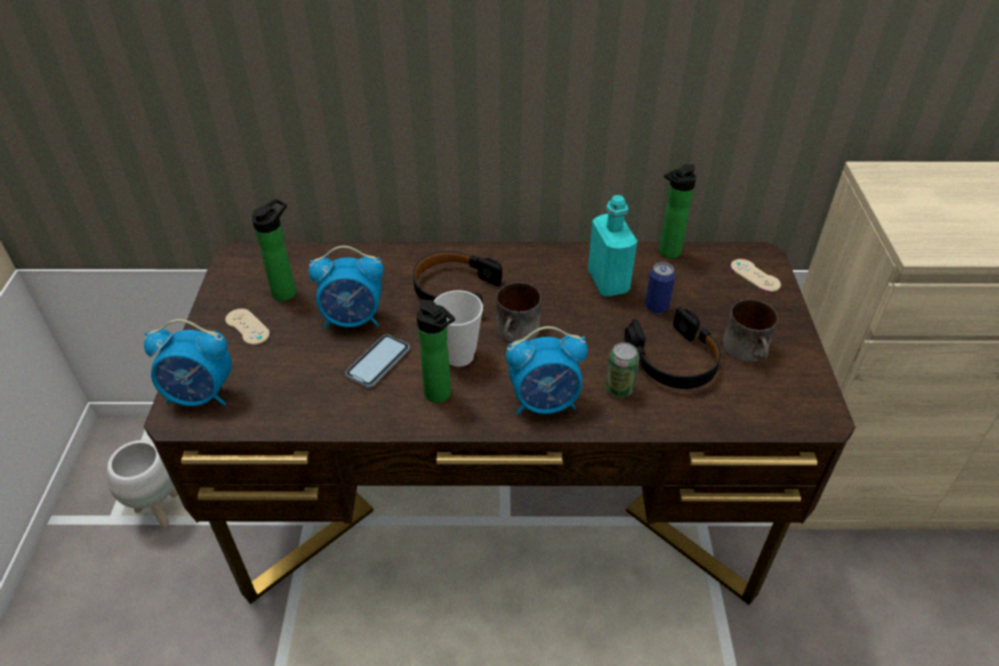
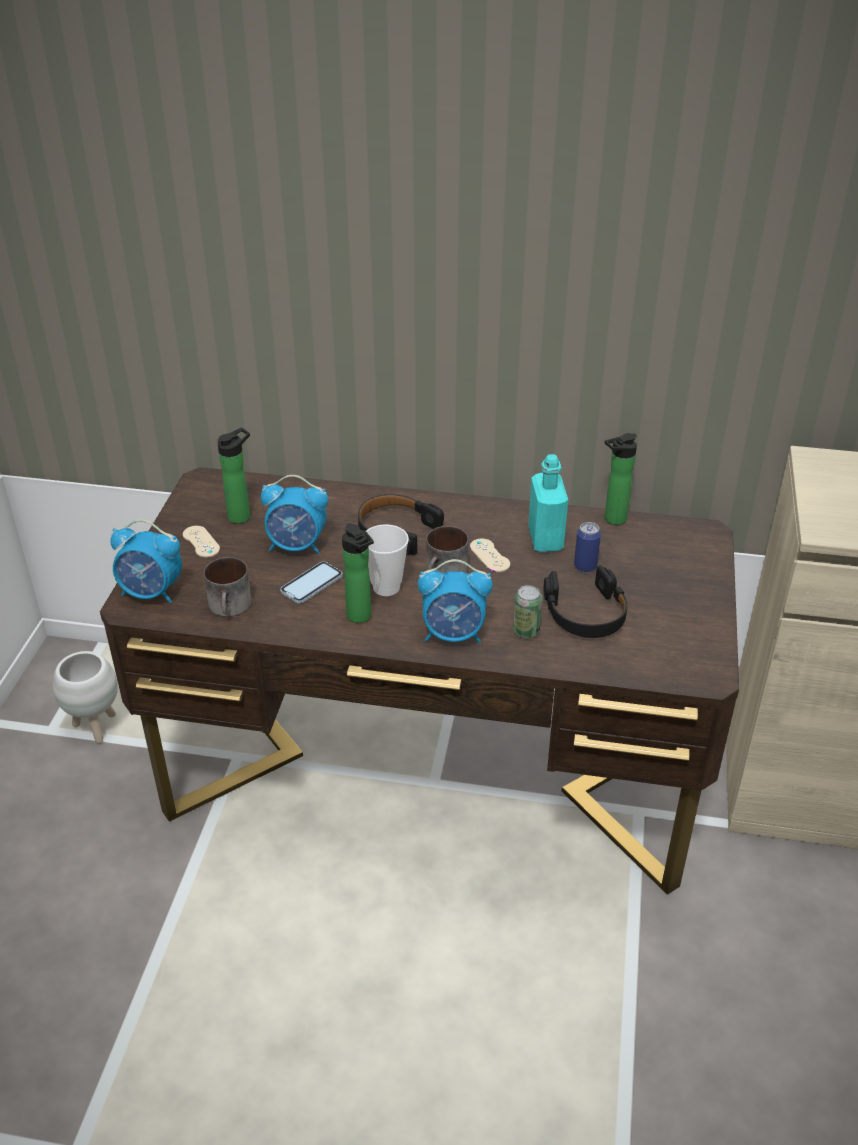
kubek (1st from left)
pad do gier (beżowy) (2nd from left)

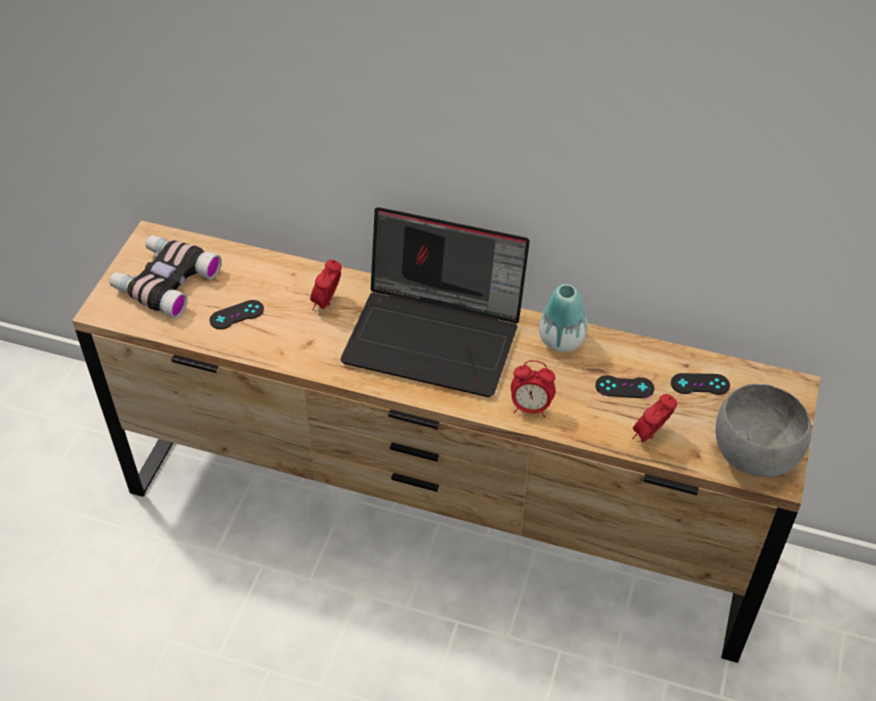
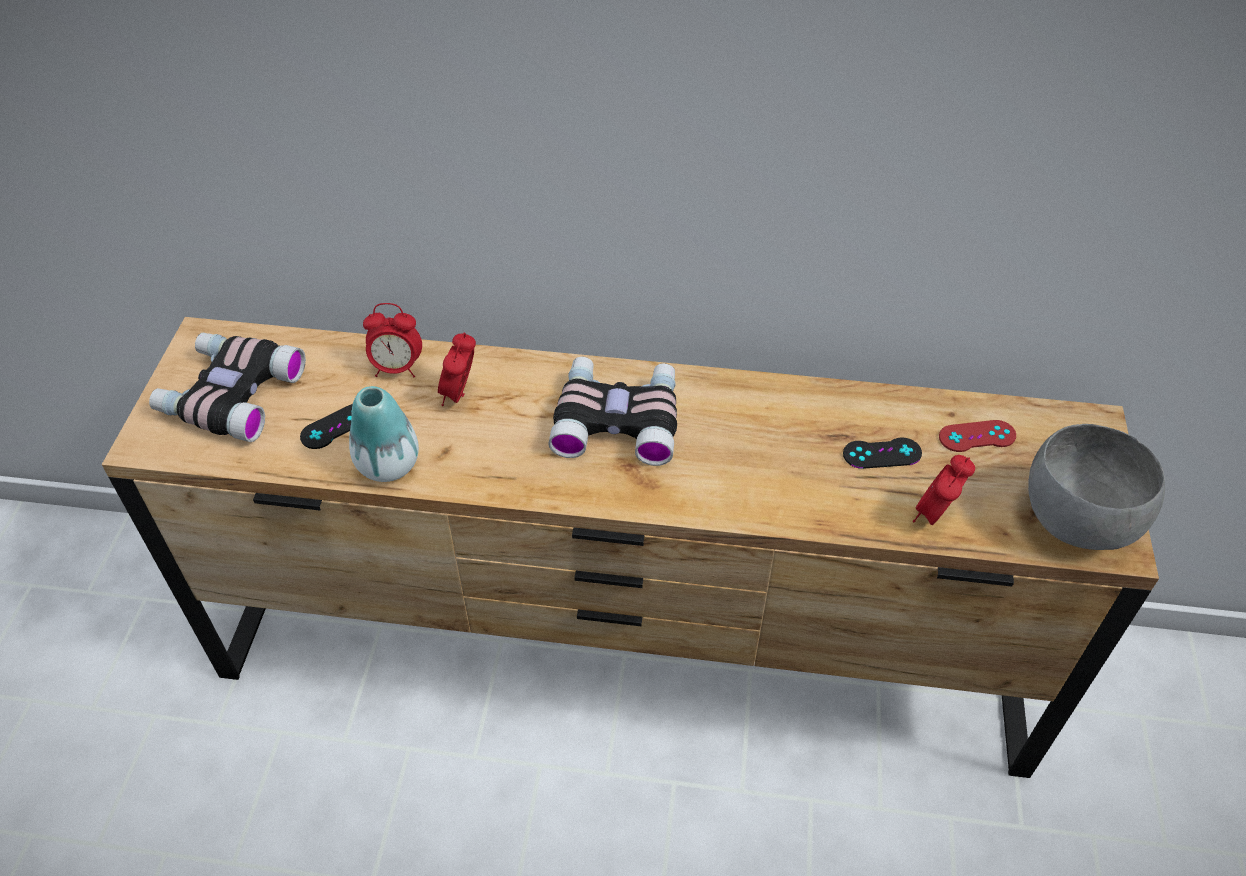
wazon
budzik (1st from left)
lornetka (2nd from left)
pad do gier (czerwony)

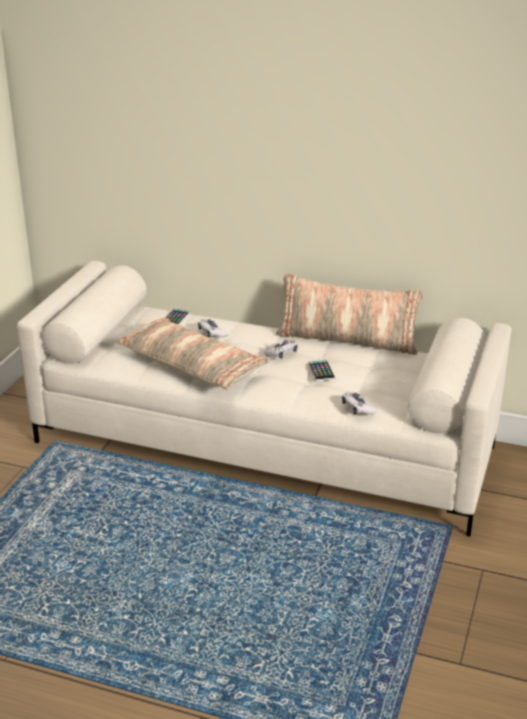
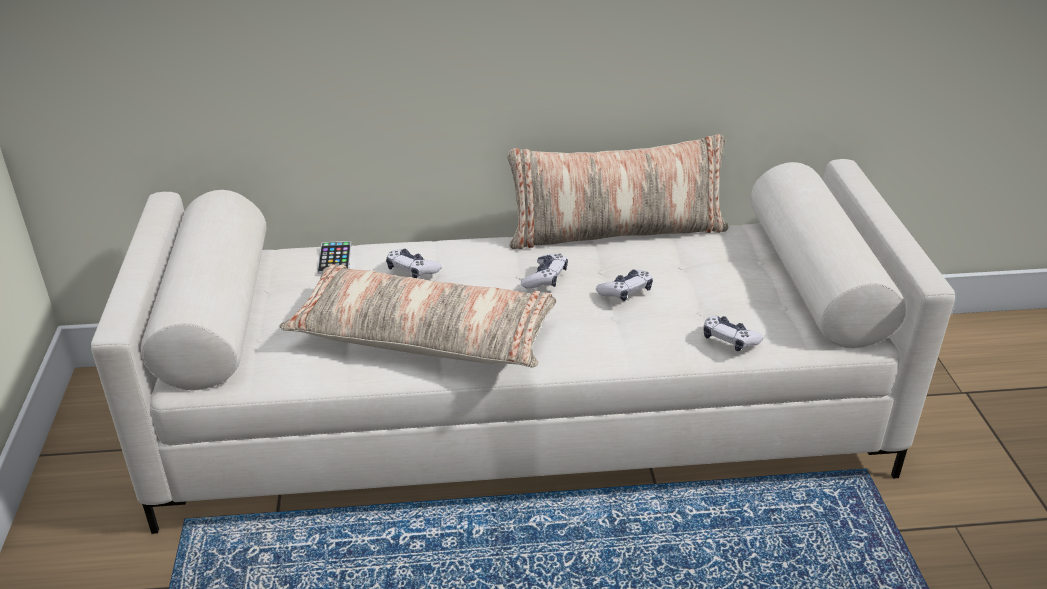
pad do gier (3rd from left)

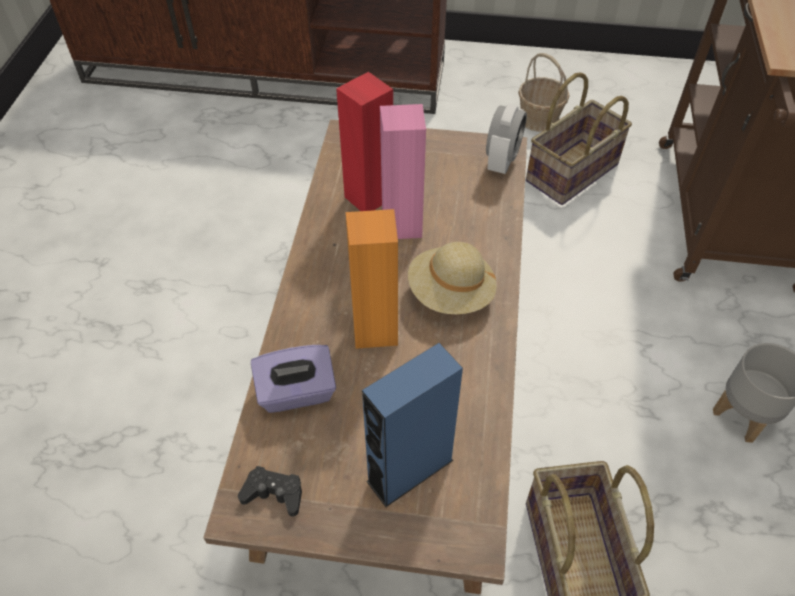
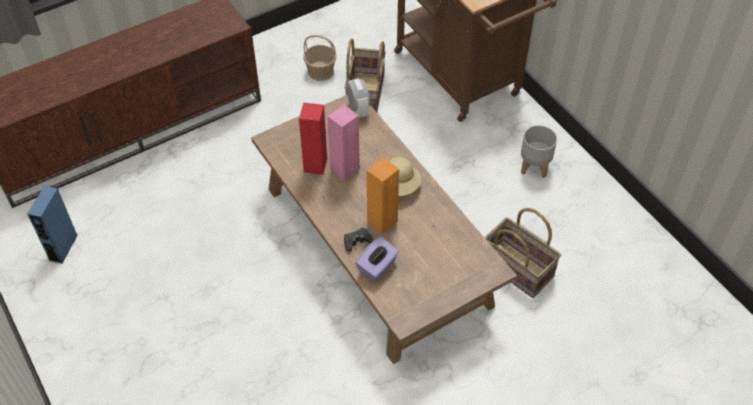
głośnik (niebieski)
pad do gier (czarny)

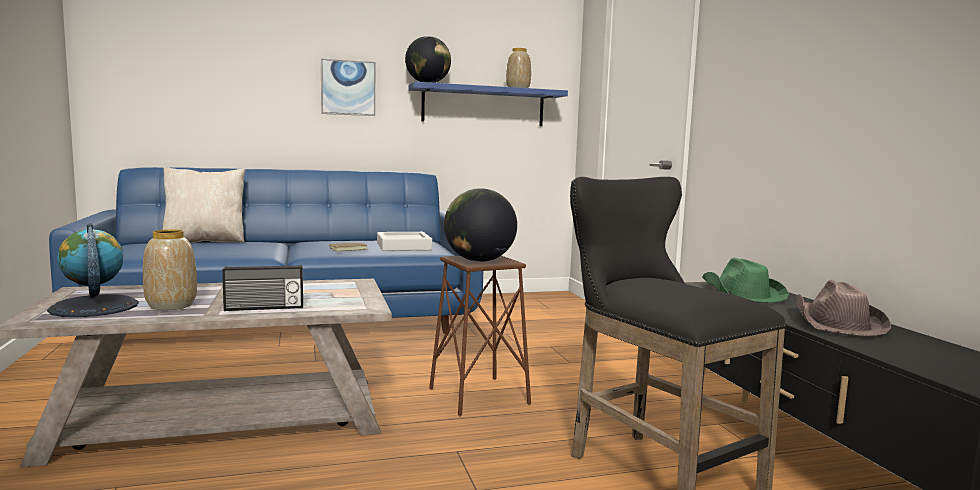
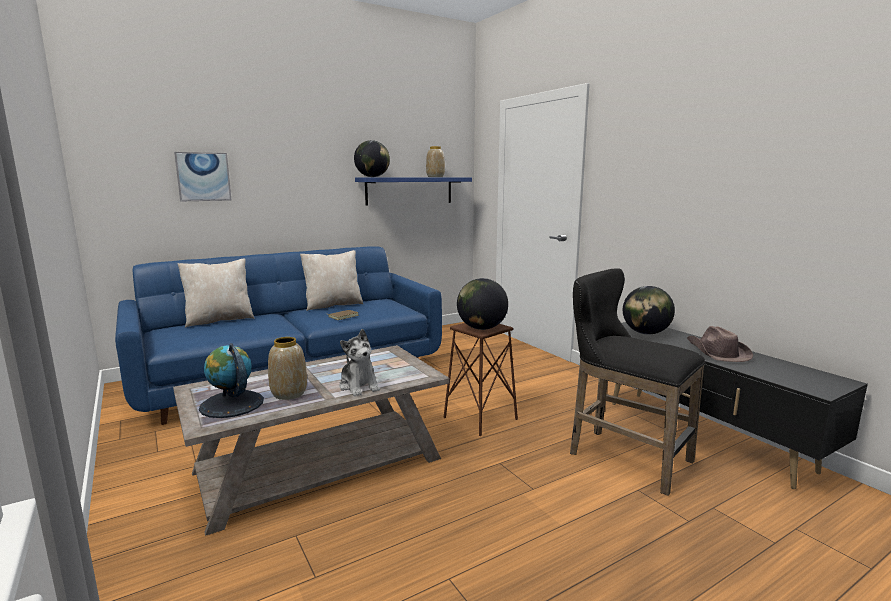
obraz
poduszka (beżowy) (2nd from left)
pluszak
globus (4th from left)
taca (szary)

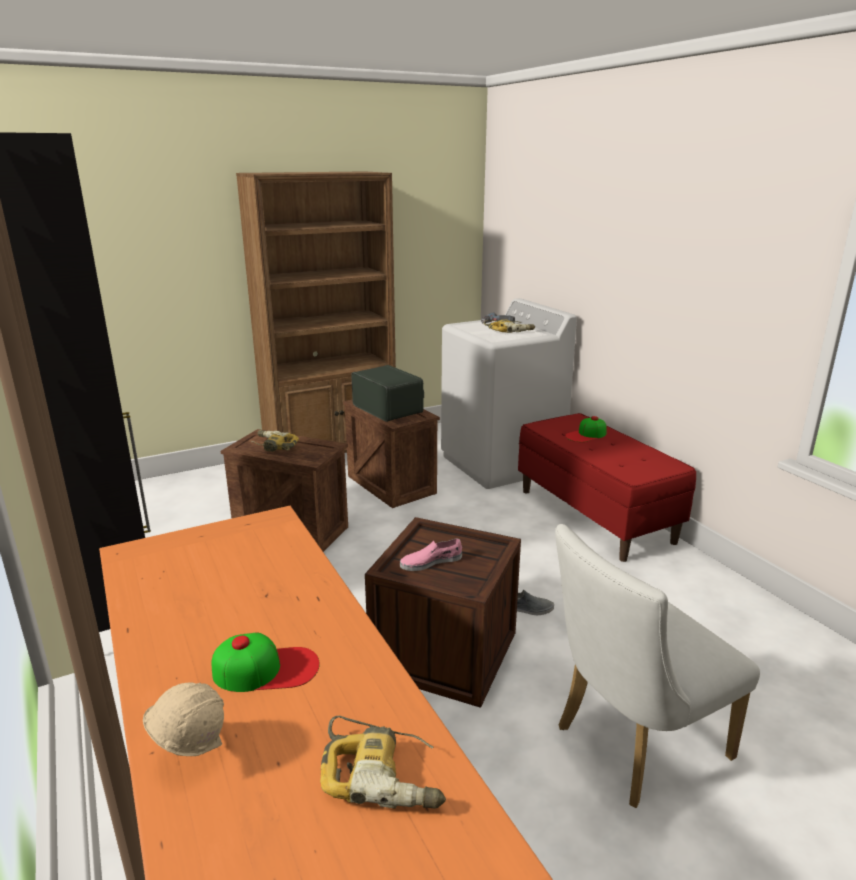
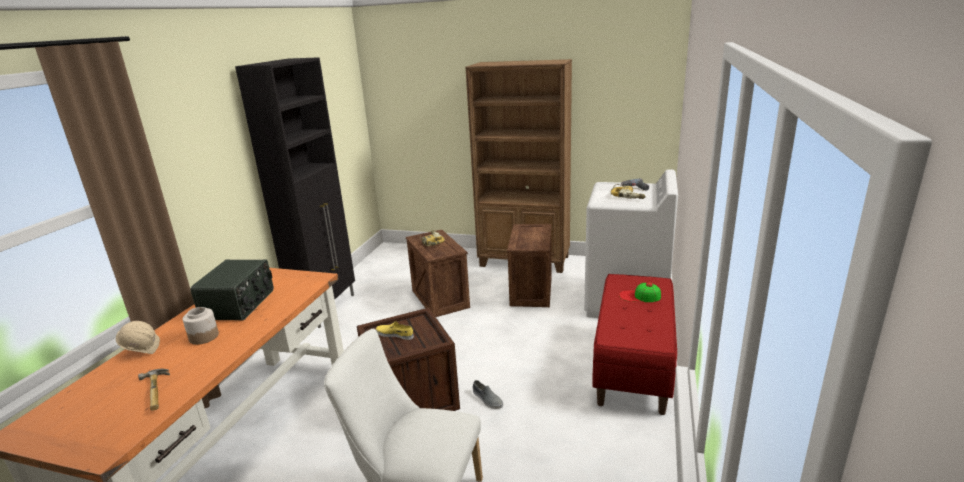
młotek
słoik
radio
but (żółty)

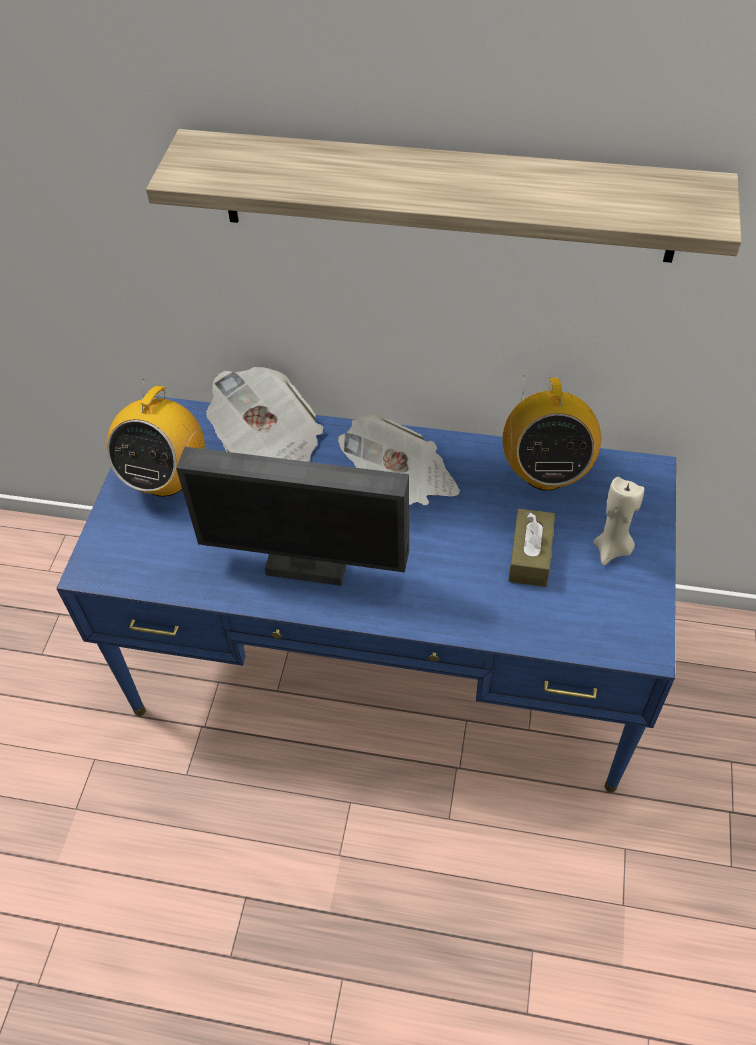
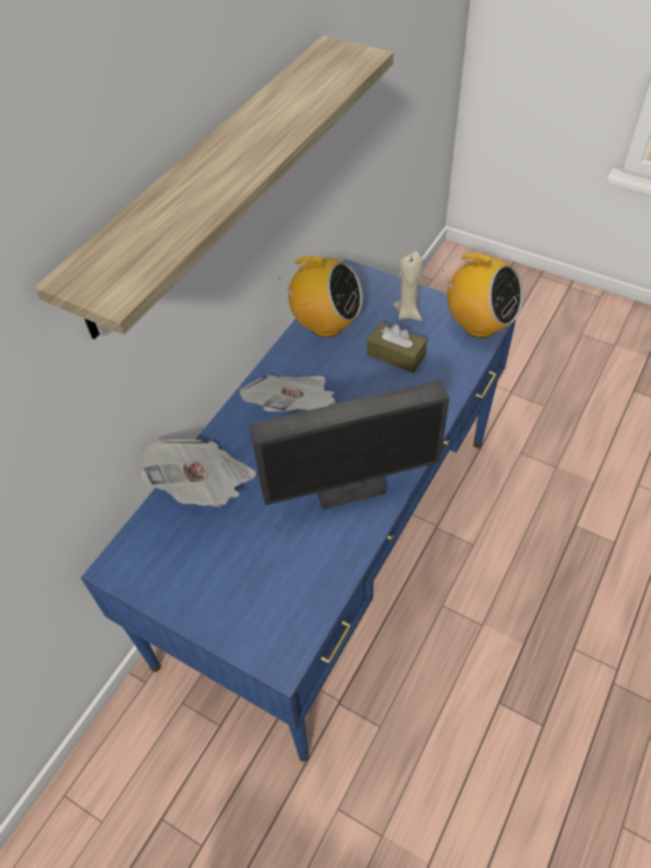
monitor
radio (2nd from left)

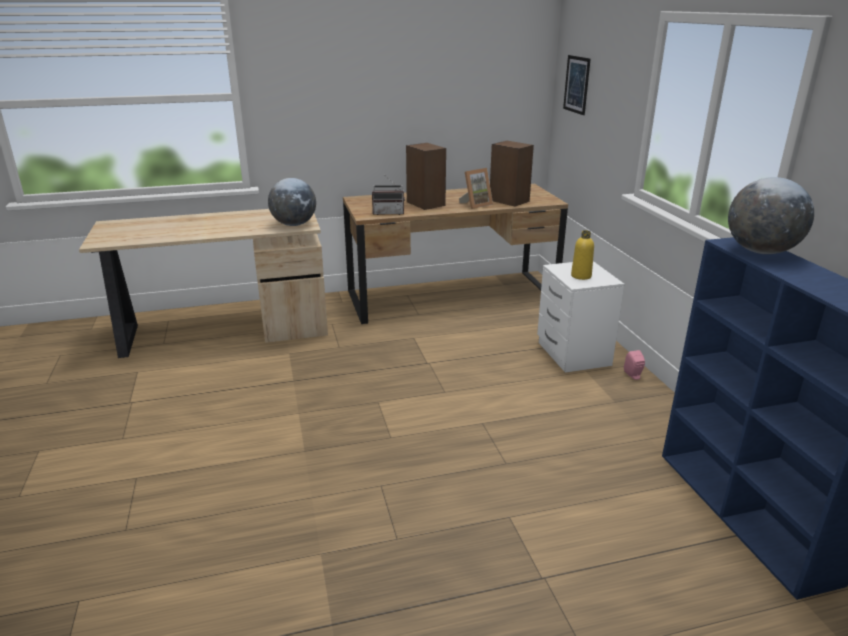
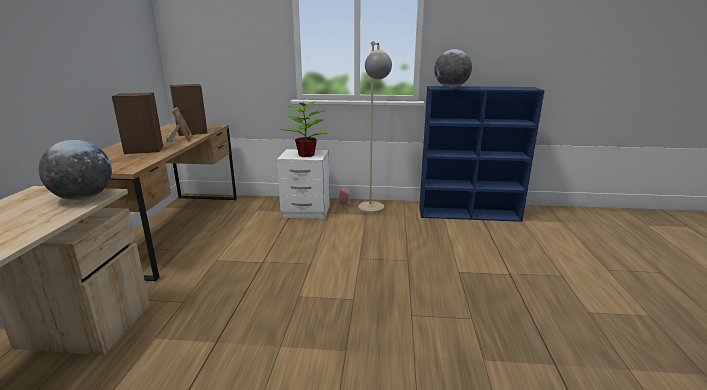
roślina doniczkowa
lampa stojąca (beżowy)
radio
obraz

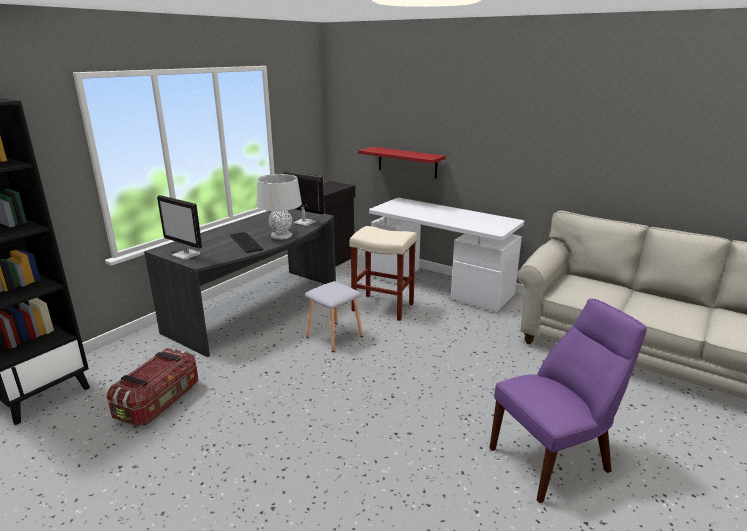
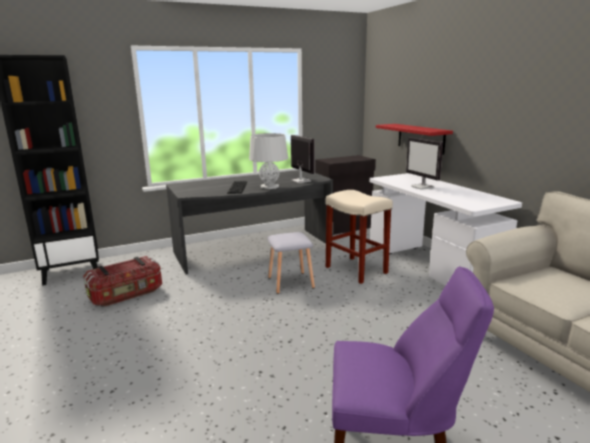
monitor (2nd from left)

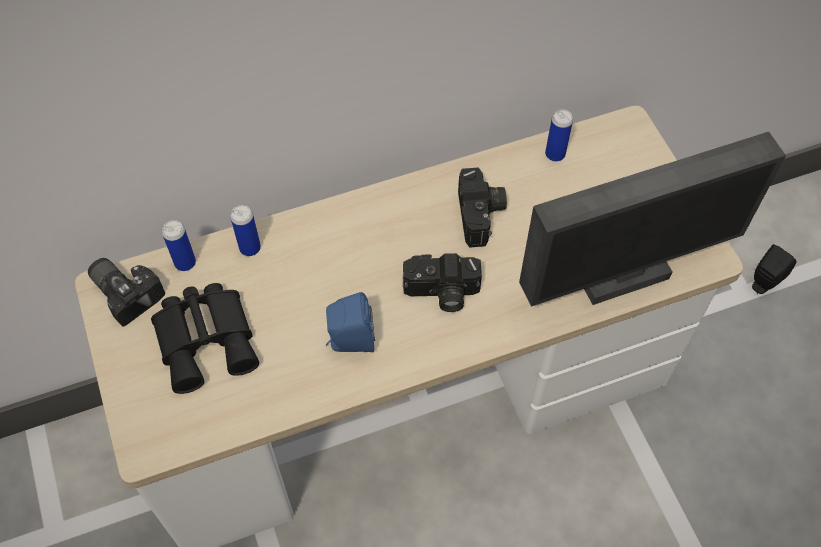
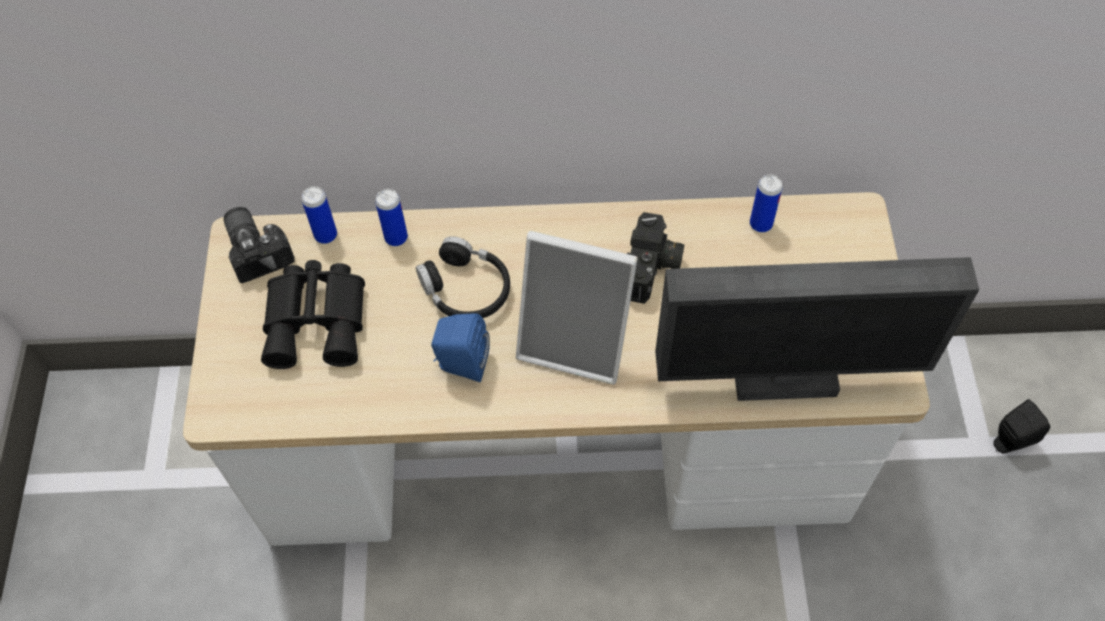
słuchawki (czarny)
ramka na zdjęcie

